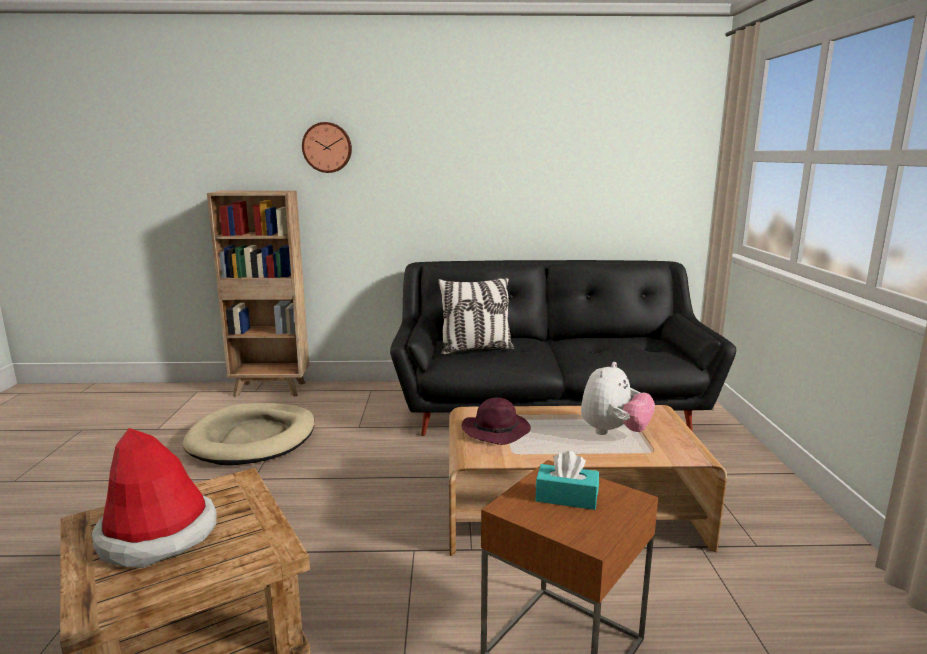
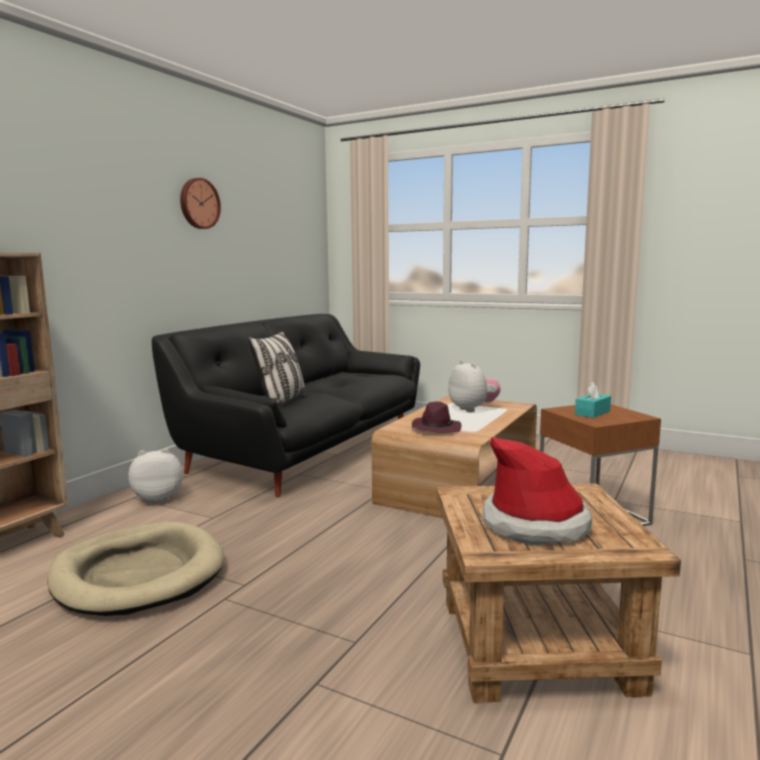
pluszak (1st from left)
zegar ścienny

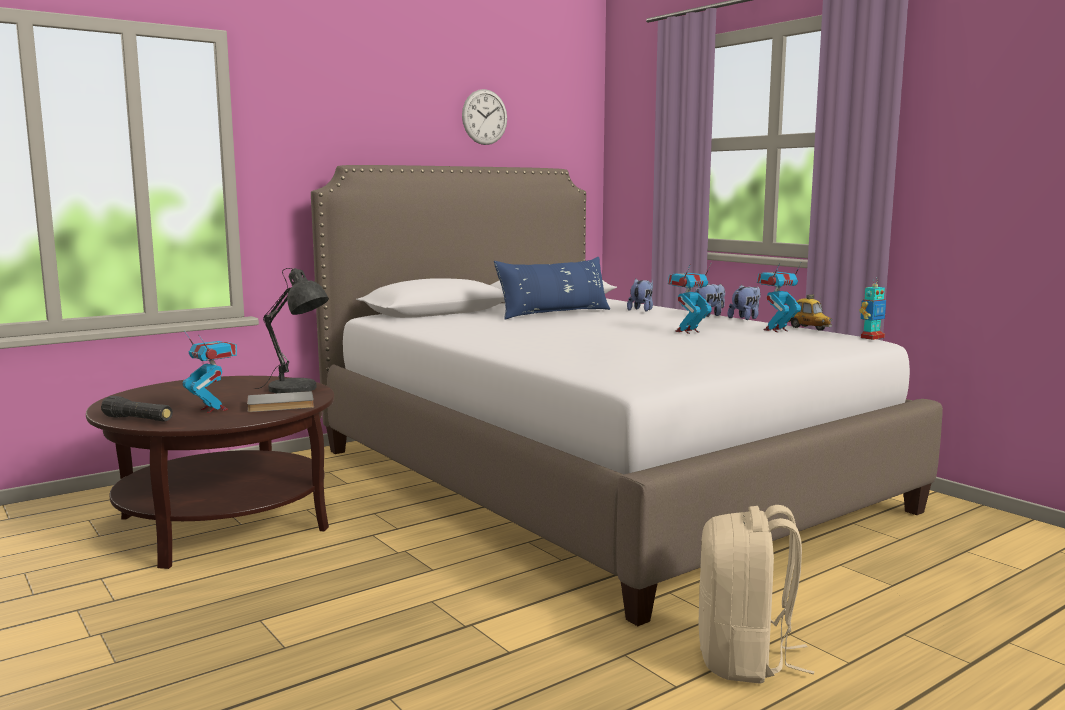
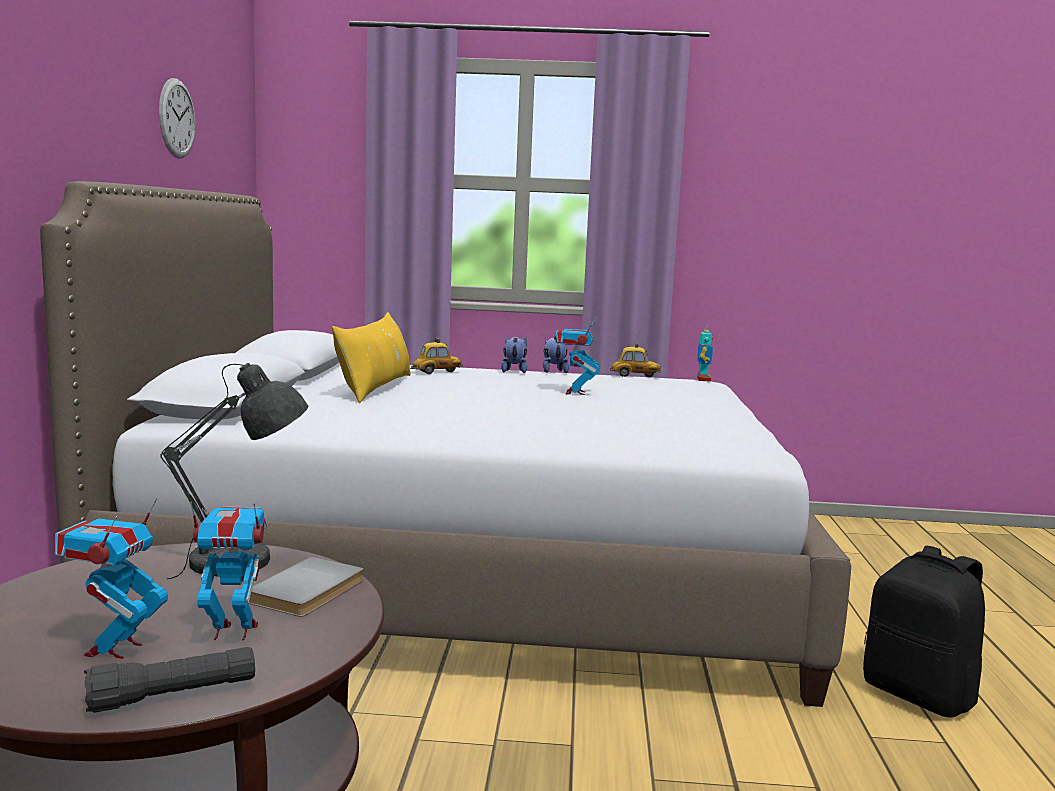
robot zabawkowy (1st from left)
poduszka (żółty)
samochodzik (1st from left)
plecak (czarny)

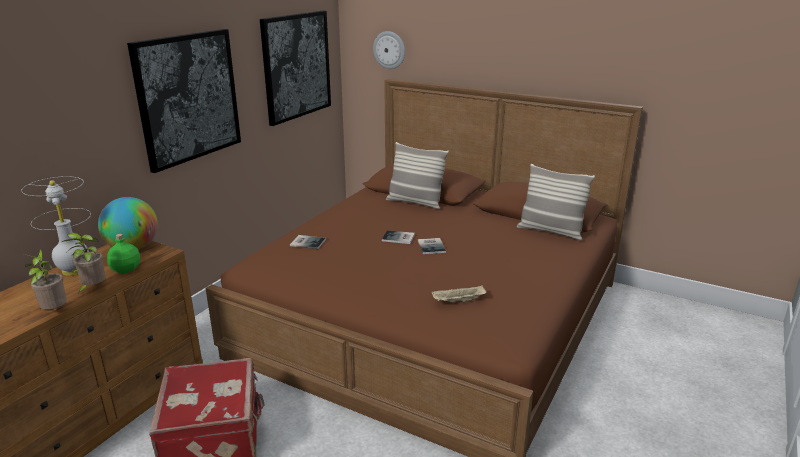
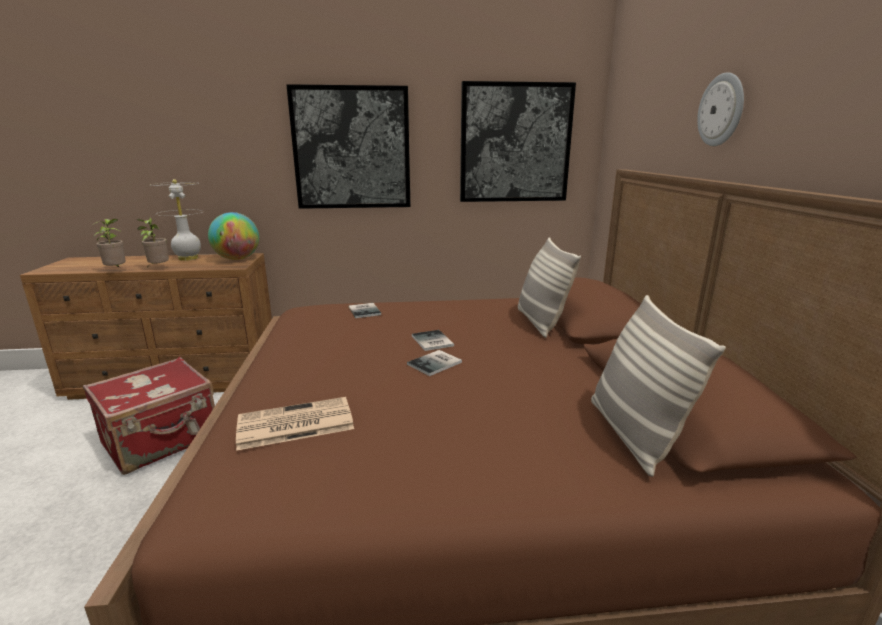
gazeta
zegar ścienny
butelka (zielony)

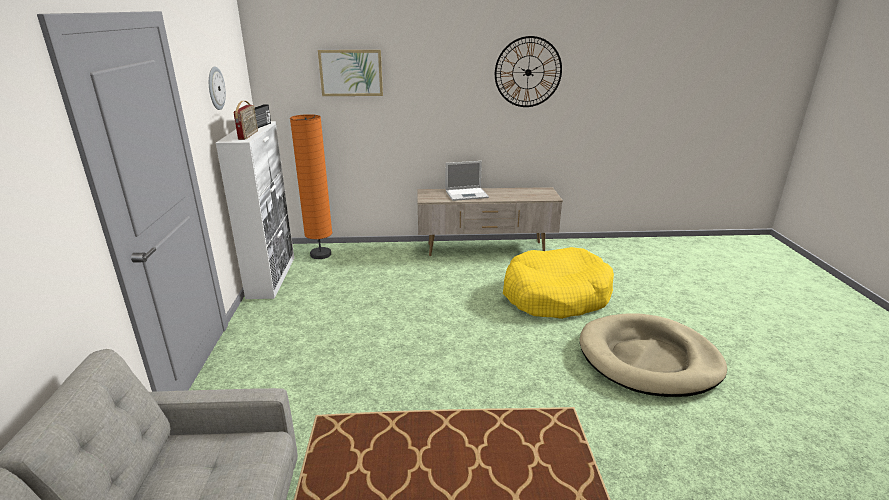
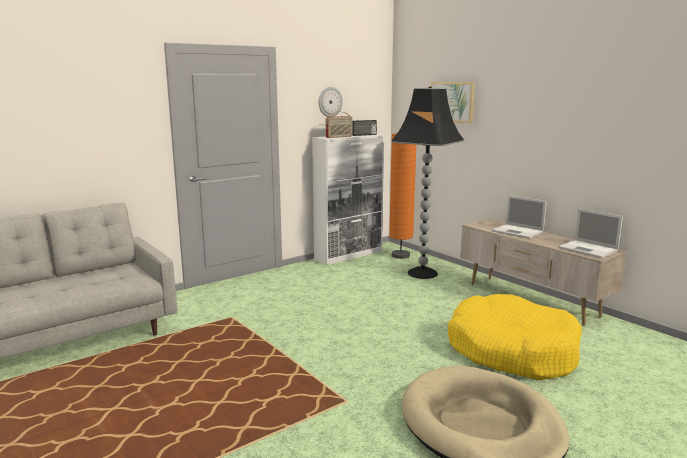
lampa stojąca (czarny)
laptop (2nd from left)
zegar ścienny (2nd from left in the first image)

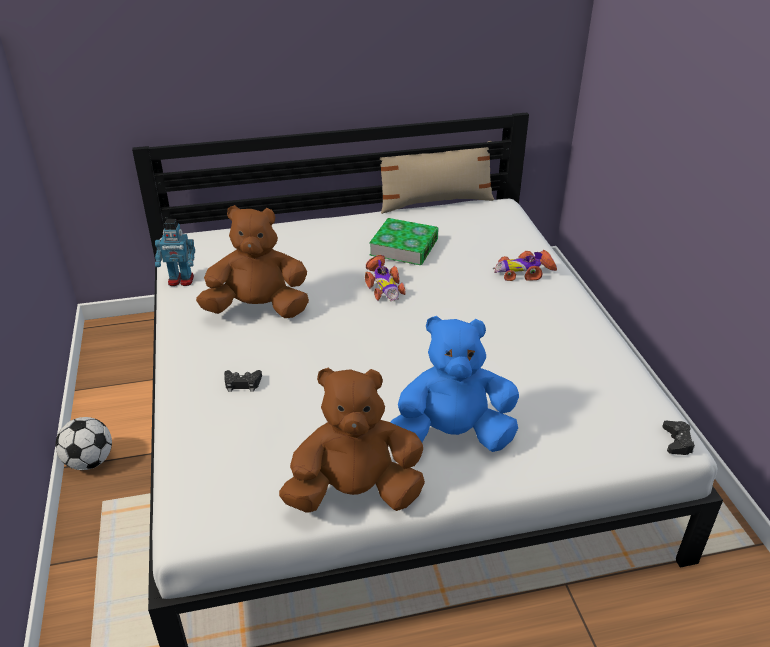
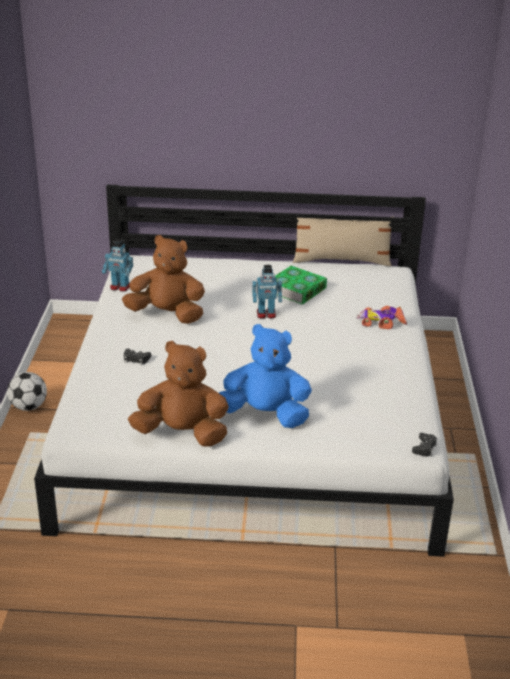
robot zabawkowy (2nd from left)

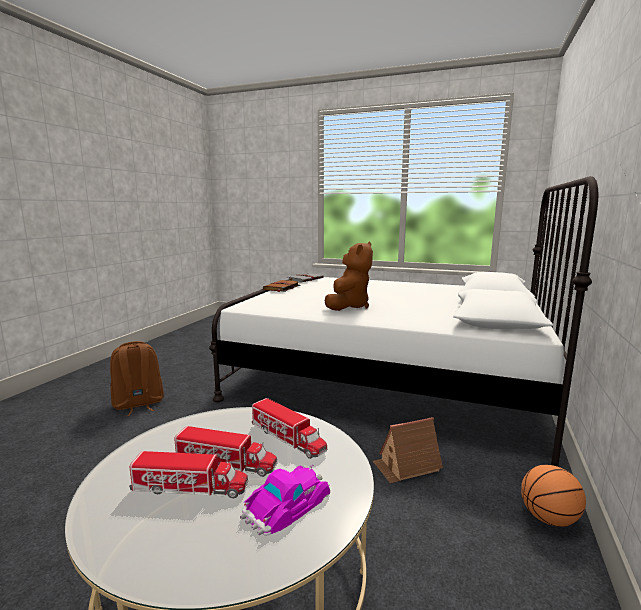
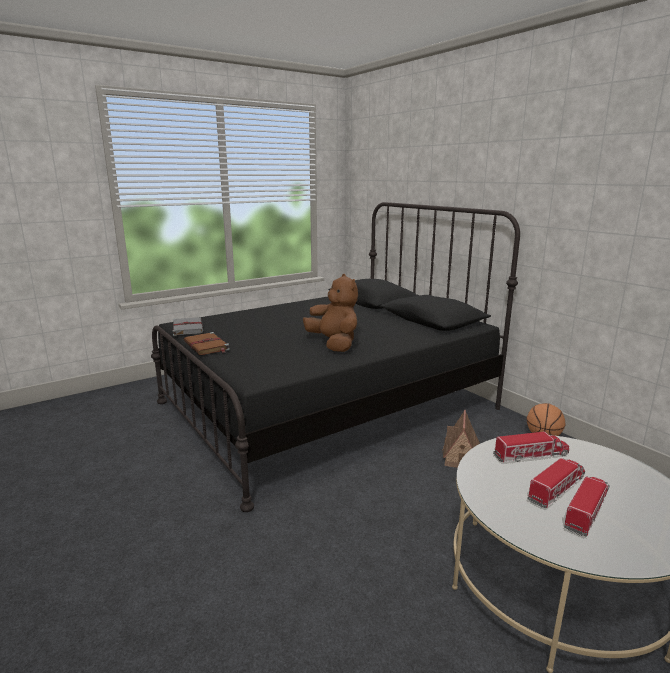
łóżko (czarny)
plecak (brązowy)
samochodzik

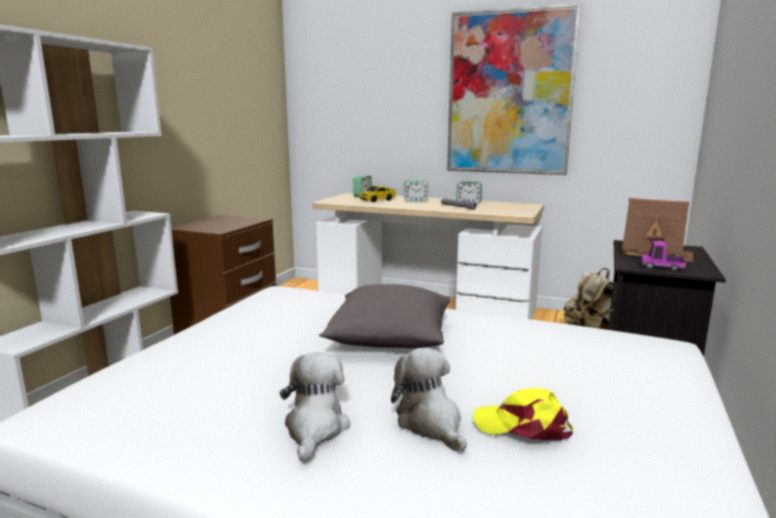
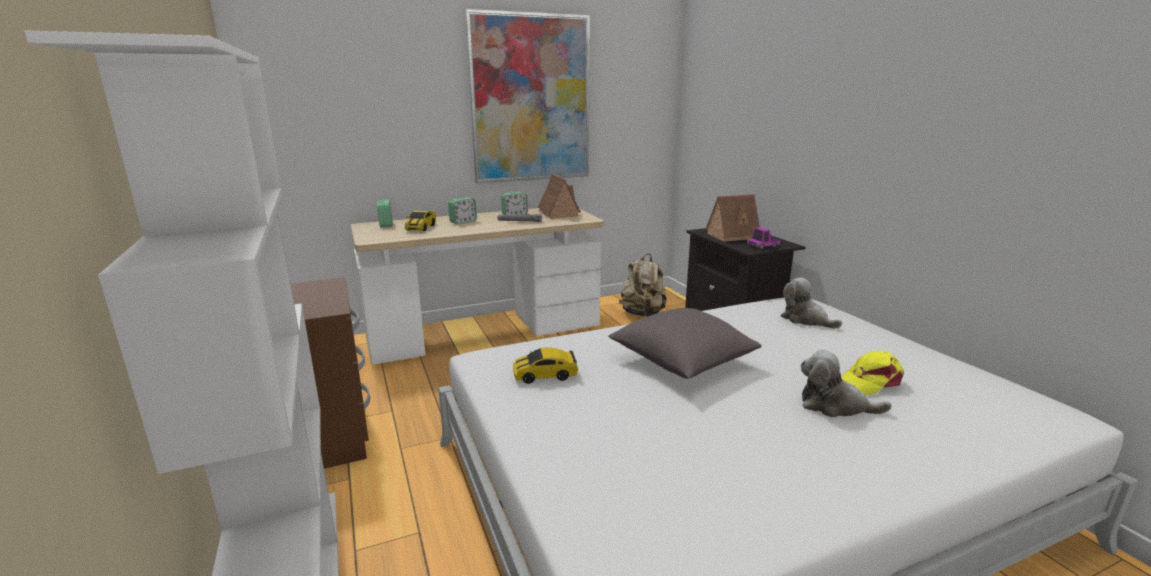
samochodzik (2nd from left)
domek (1st from left)
pluszak (1st from left)

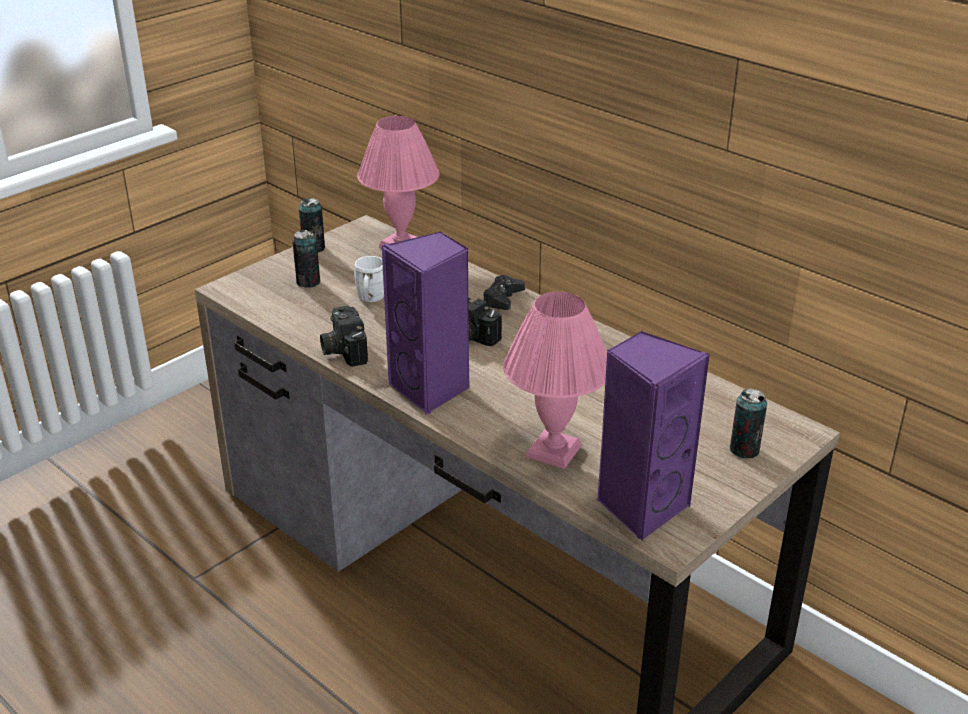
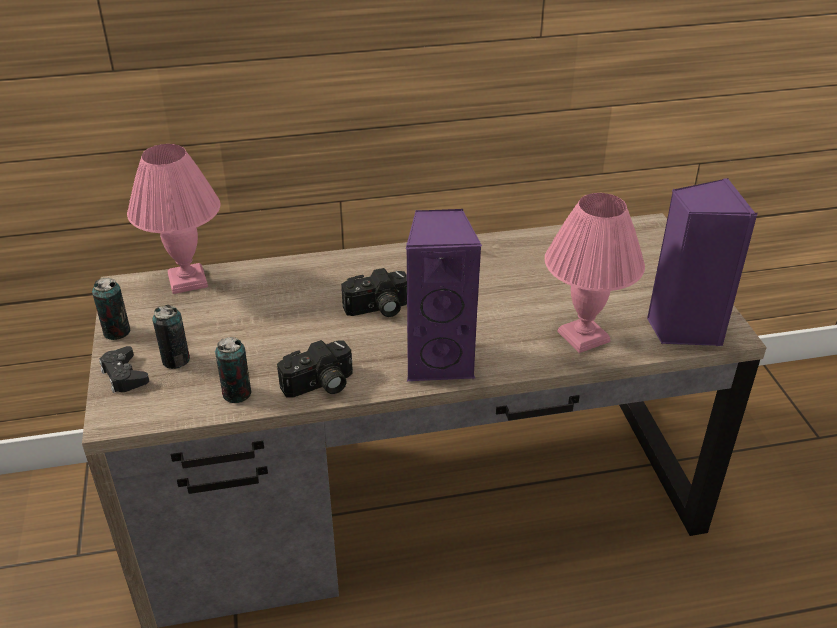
pad do gier (czarny)
puszka (3rd from left)
aparat fotograficzny (1st from left)
kubek (biały)

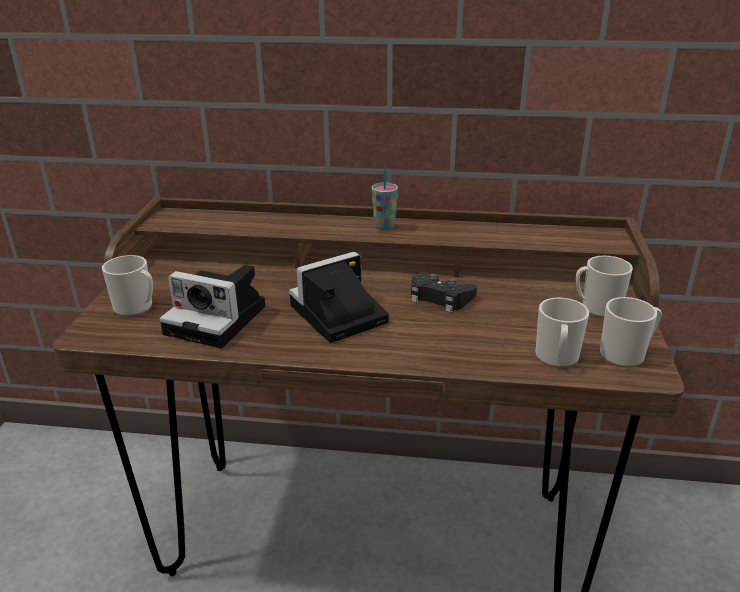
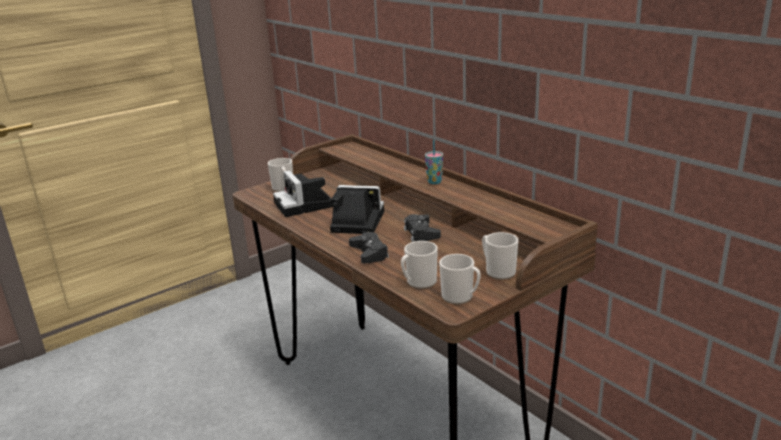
pad do gier (czarny) (1st from left)

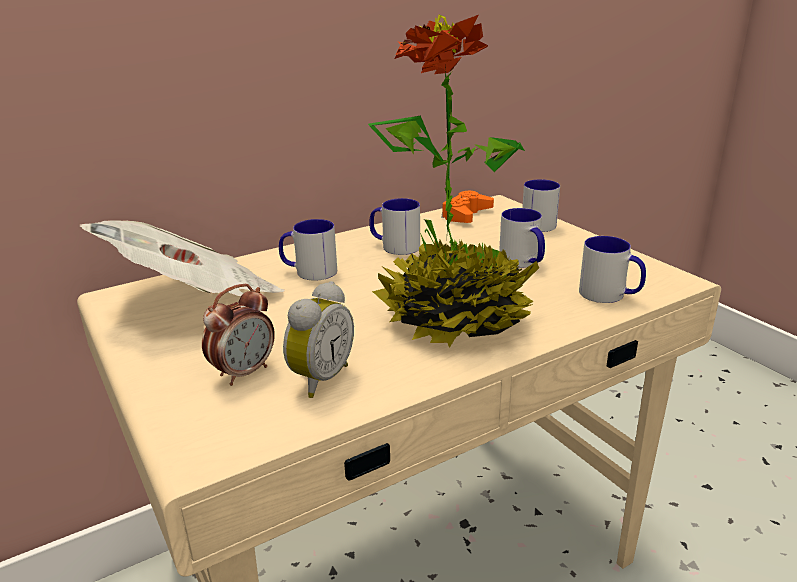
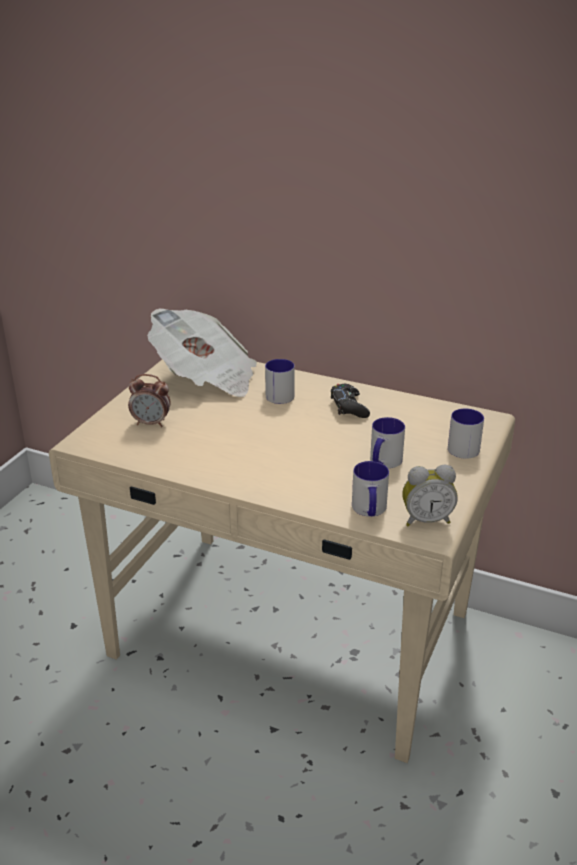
pad do gier (czarny)
budzik (2nd from left)
roślina doniczkowa
pad do gier (pomarańczowy)

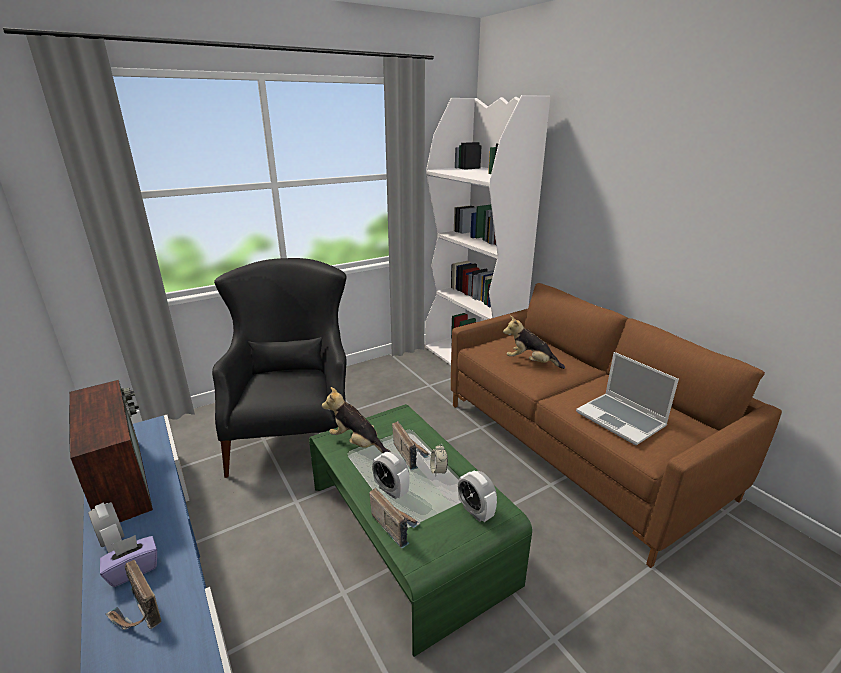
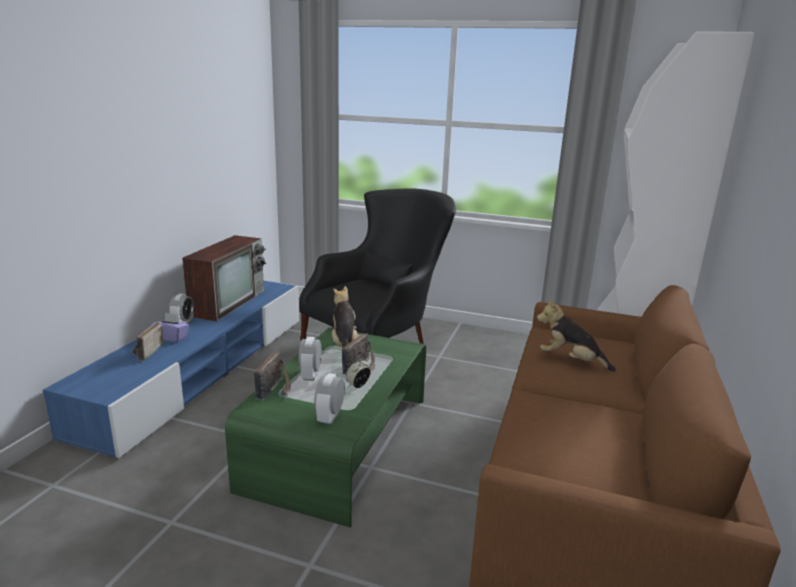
pluszak (2nd from left)
laptop

